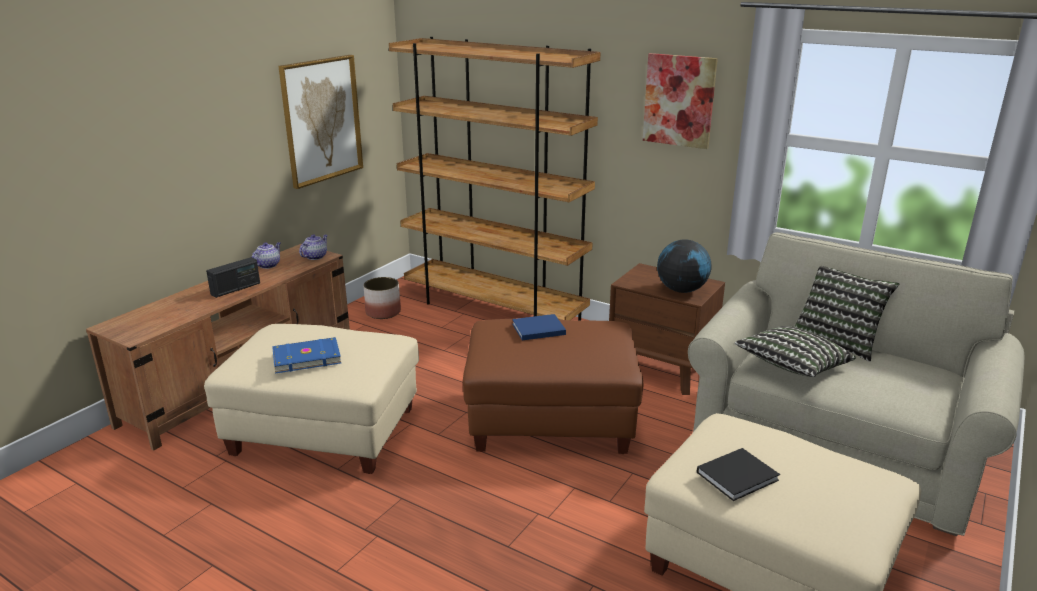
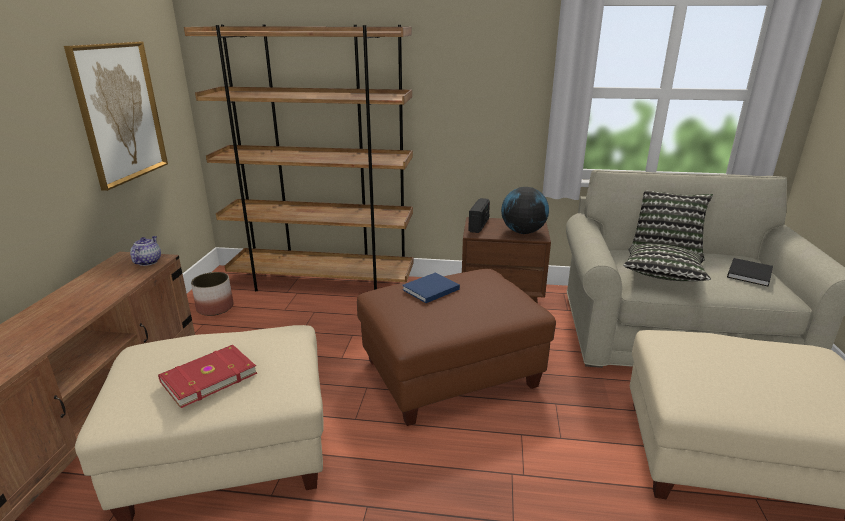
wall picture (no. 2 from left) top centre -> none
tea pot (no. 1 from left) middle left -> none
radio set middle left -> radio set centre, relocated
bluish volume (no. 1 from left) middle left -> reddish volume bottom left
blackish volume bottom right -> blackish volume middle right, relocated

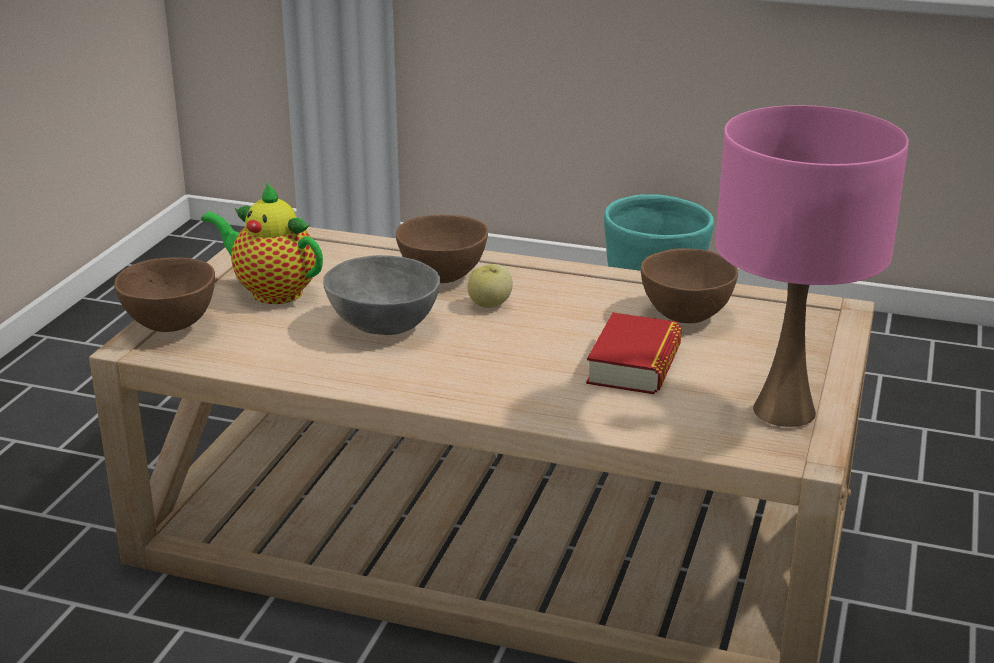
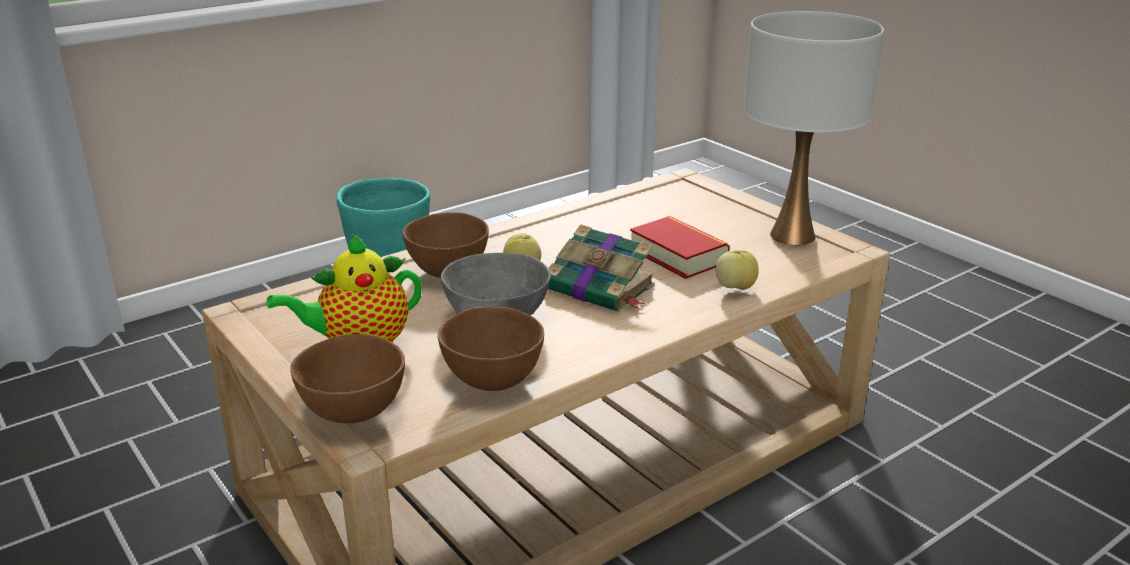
pinkish table lamp middle right -> white-coloured table lamp top right
brown-coloured bowl (no. 3 from left) middle right -> brown-coloured bowl (no. 3 from left) centre, relocated
none -> volume (no. 1 from left) centre
none -> whole apple (no. 2 from left) centre

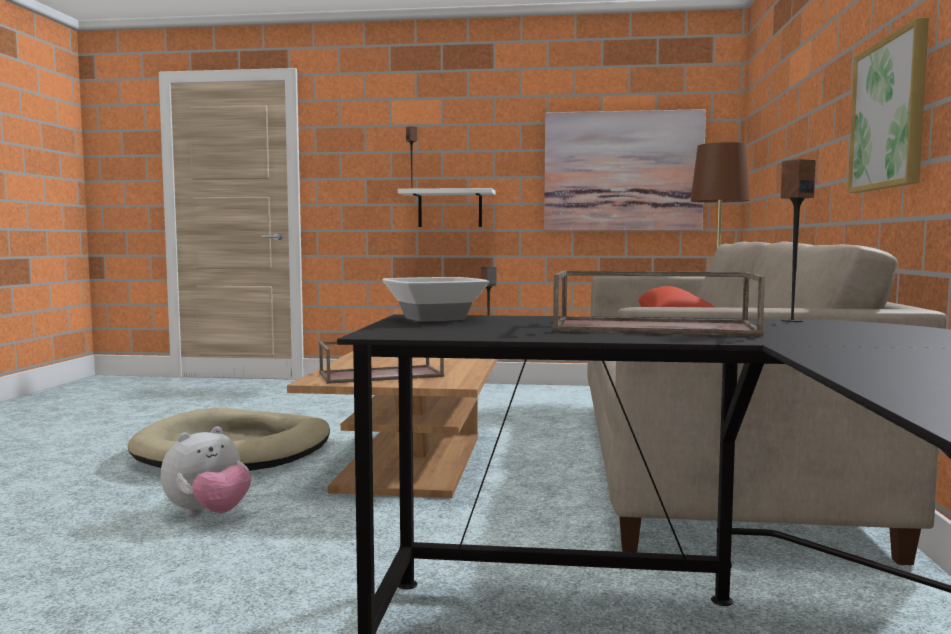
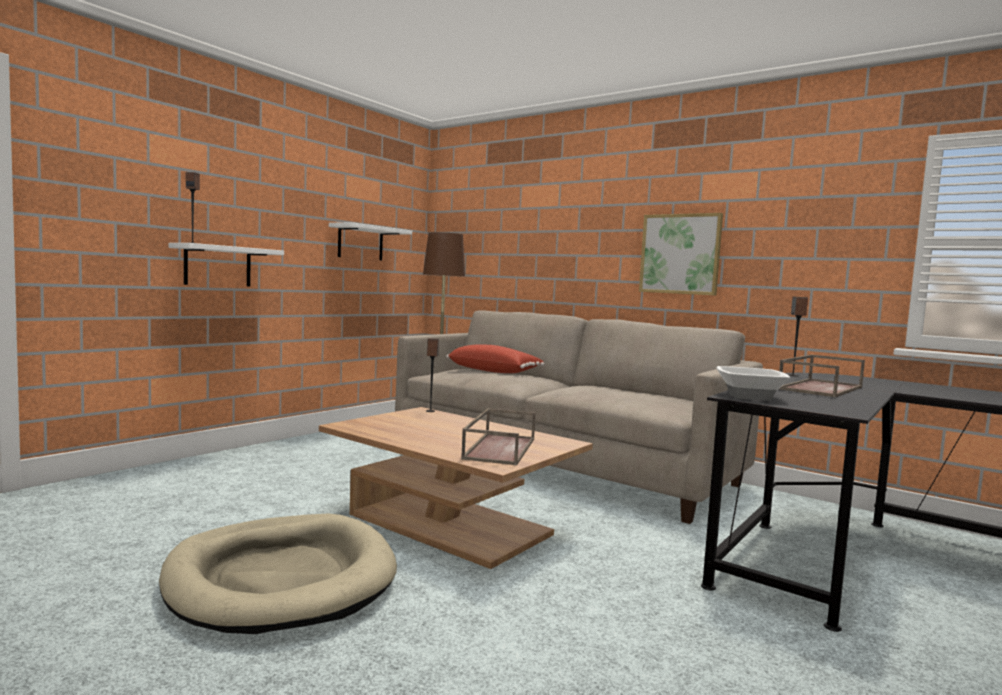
wall picture (no. 1 from left) top centre -> white-coloured wall shelf (no. 2 from left) centre
plush toy bottom left -> none

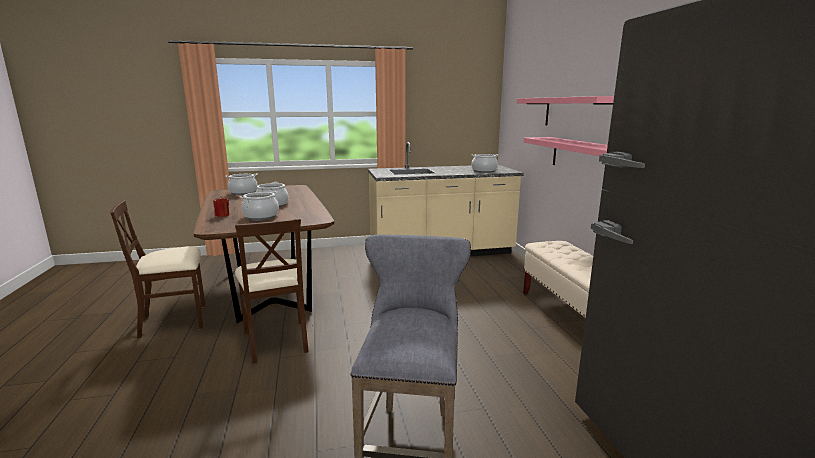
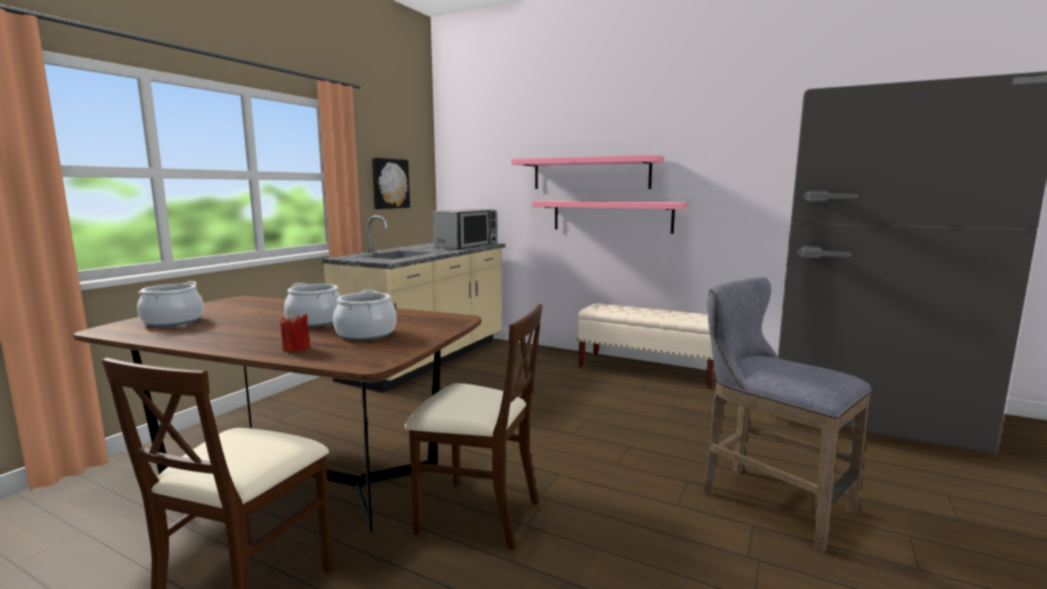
saucepot (no. 4 from left) centre -> microwave centre
none -> wall picture top centre

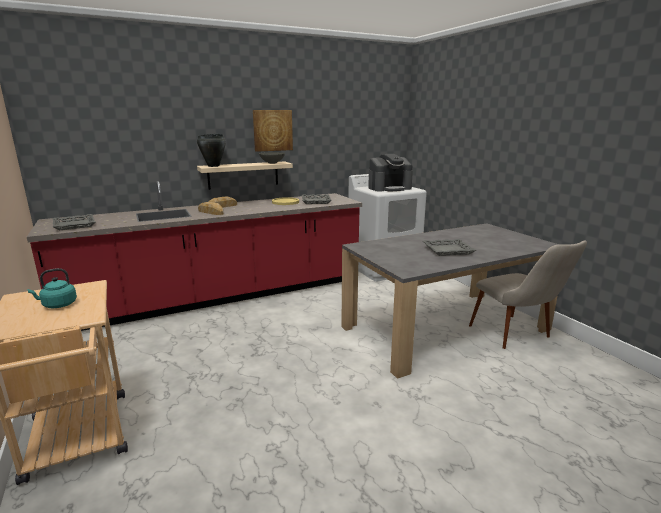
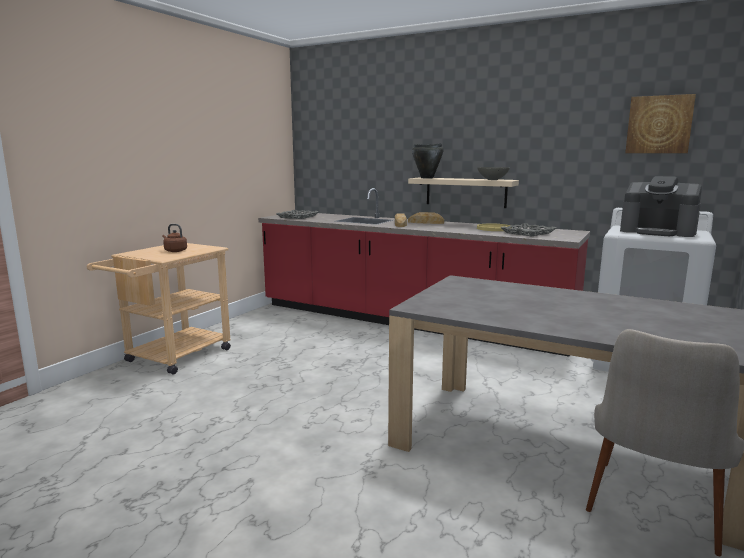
wall picture top centre -> wall picture top right, relocated
greyish tray (no. 3 from left) middle right -> none
turquoise-coloured water kettle middle left -> brown-coloured water kettle middle left

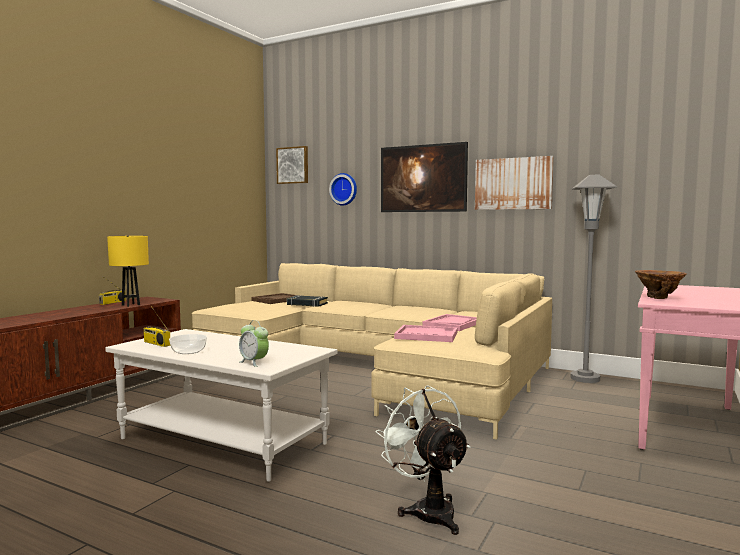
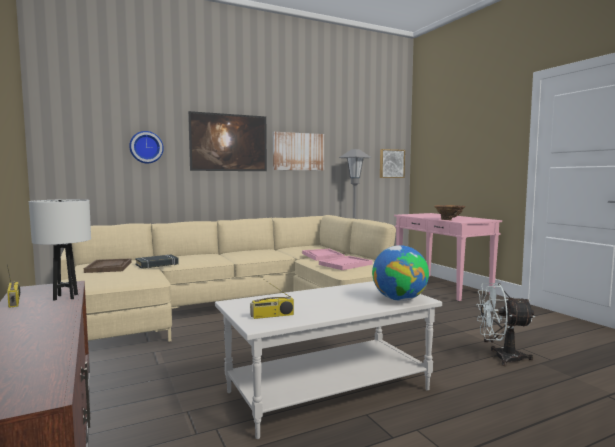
wall picture (no. 1 from left in the first image) top centre -> wall picture (no. 3 from left) centre, relocated
yellowish table lamp middle left -> white-coloured table lamp middle left
alarm clock centre -> desk globe centre
bowl middle left -> none

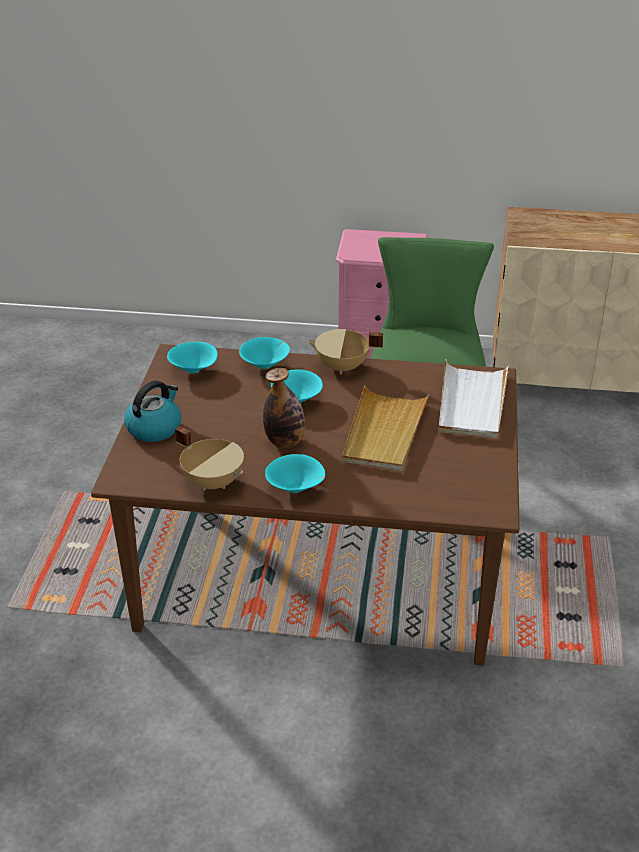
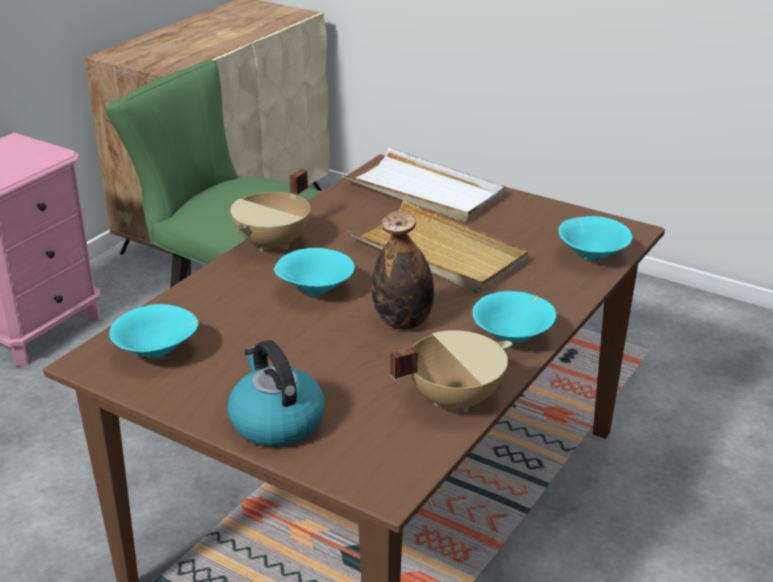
turquoise-coloured bowl (no. 2 from left in the first image) centre -> turquoise-coloured bowl (no. 4 from left) middle right, relocated

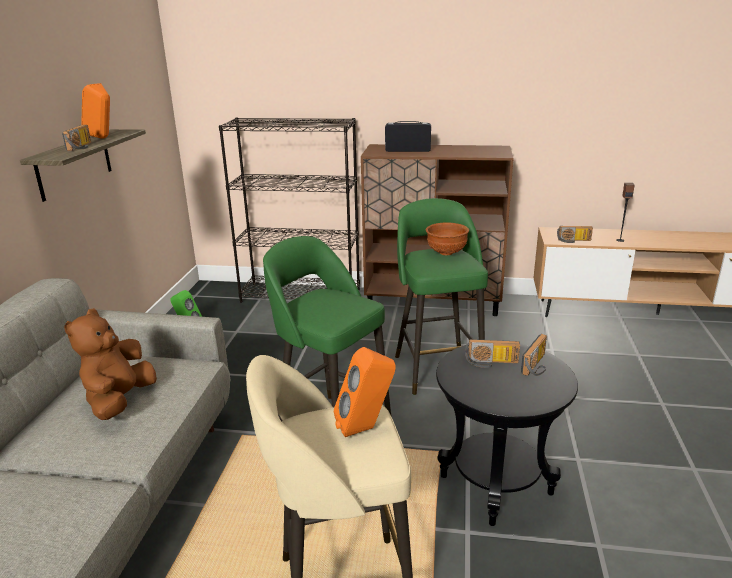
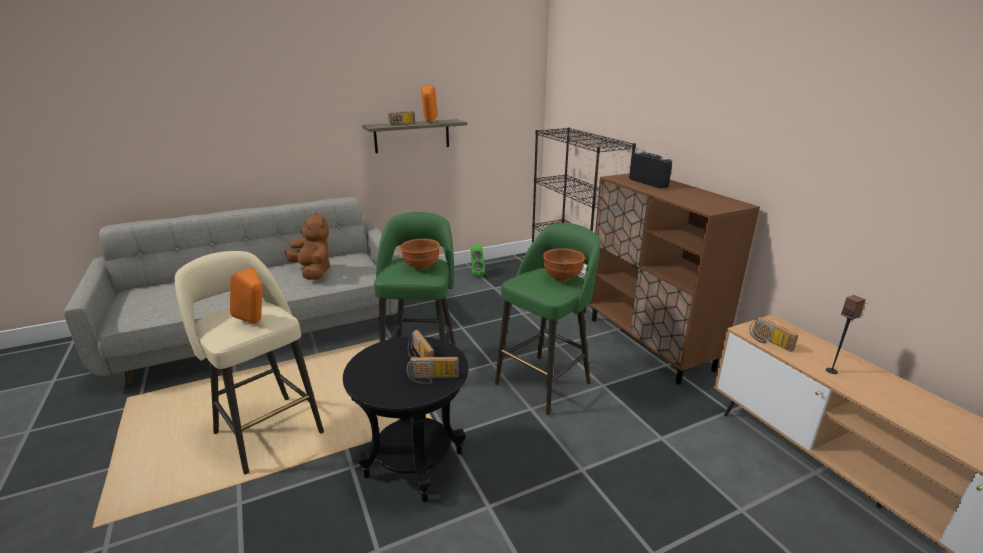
brown-coloured plush toy middle left, 75 degrees clockwise
none -> brown-coloured bowl (no. 1 from left) centre

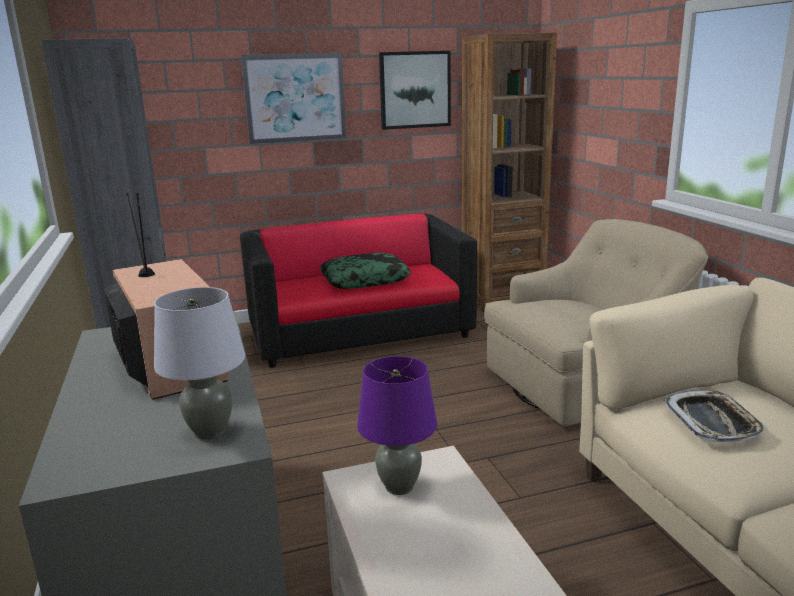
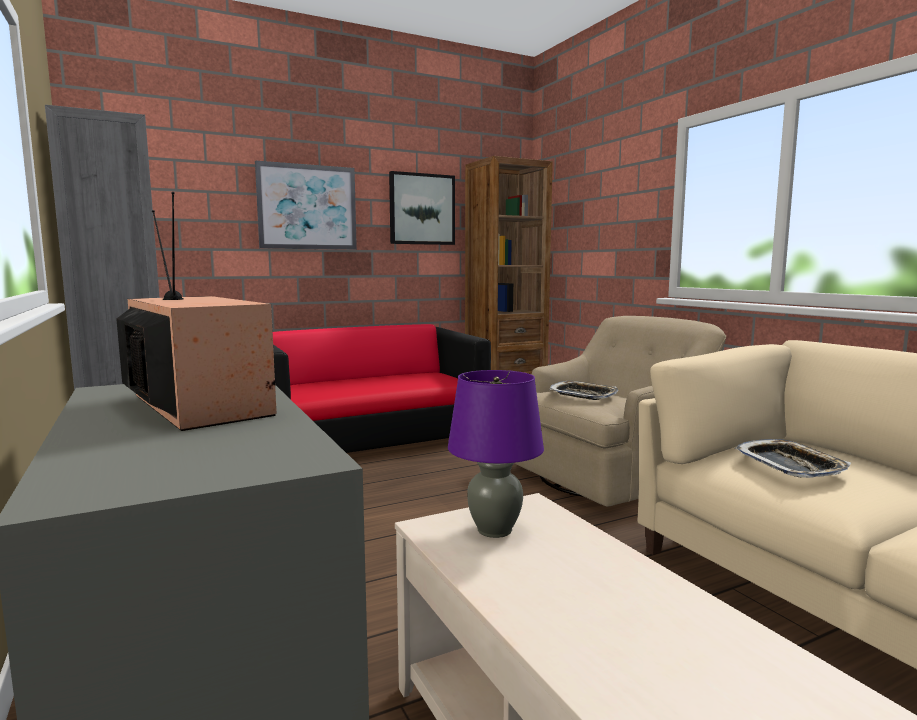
pillow centre -> none
greyish table lamp middle left -> none
none -> tray (no. 1 from left) centre

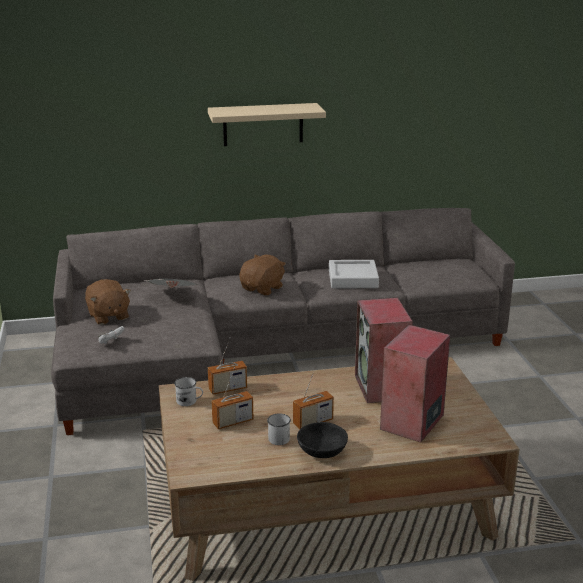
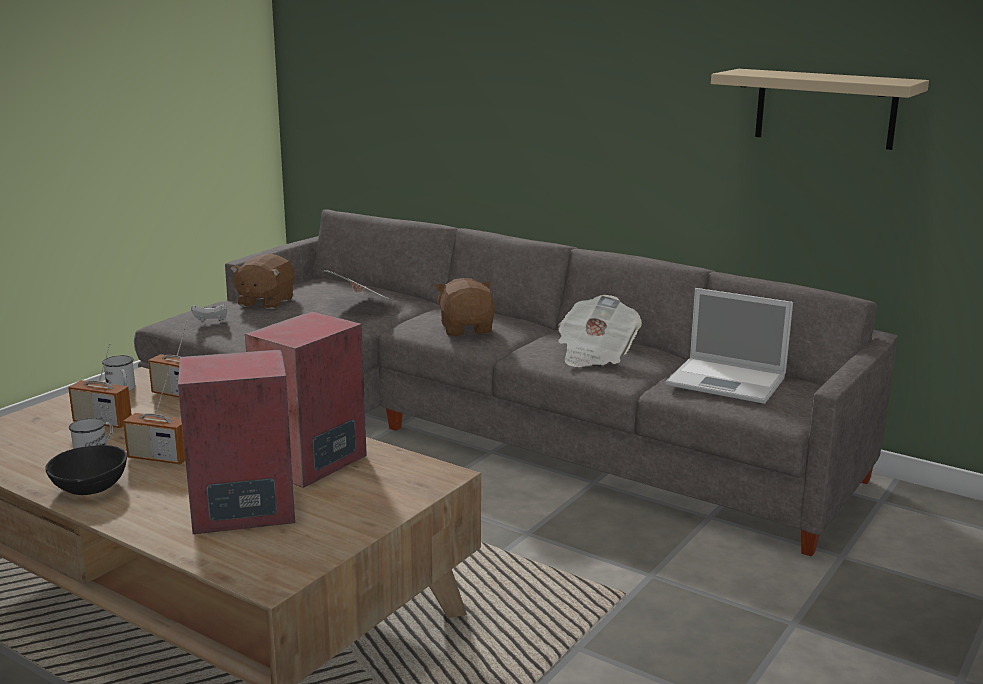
beige-coloured wall shelf top centre -> beige-coloured wall shelf top right, relocated
brown-coloured plush toy (no. 2 from left) centre, 90 degrees counterclockwise
greyish tray centre -> newspaper (no. 2 from left) centre
none -> portable computer middle right

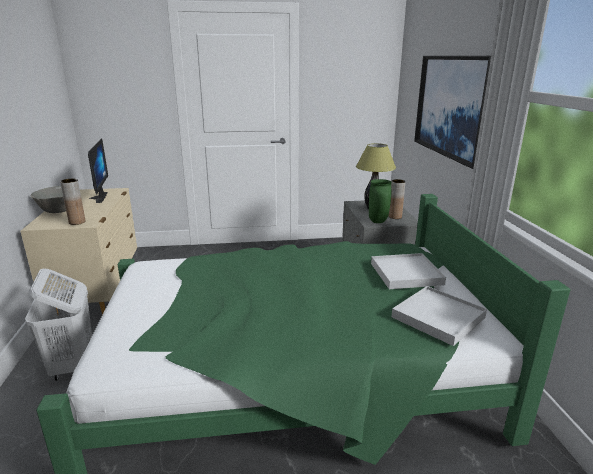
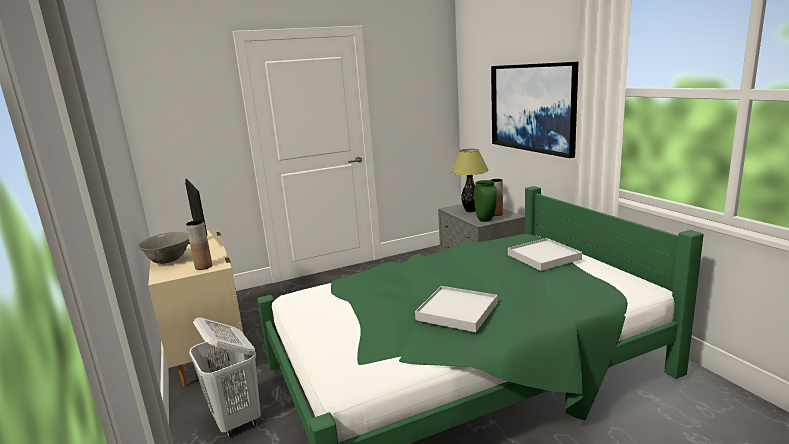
white-coloured tray (no. 2 from left in the first image) bottom right -> white-coloured tray (no. 1 from left) bottom centre, relocated

